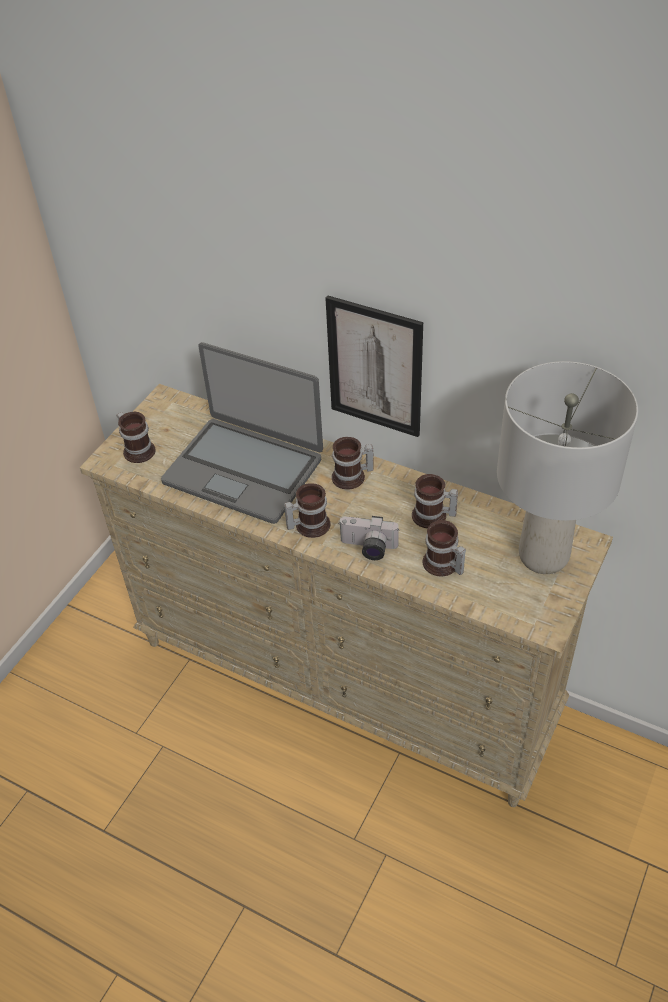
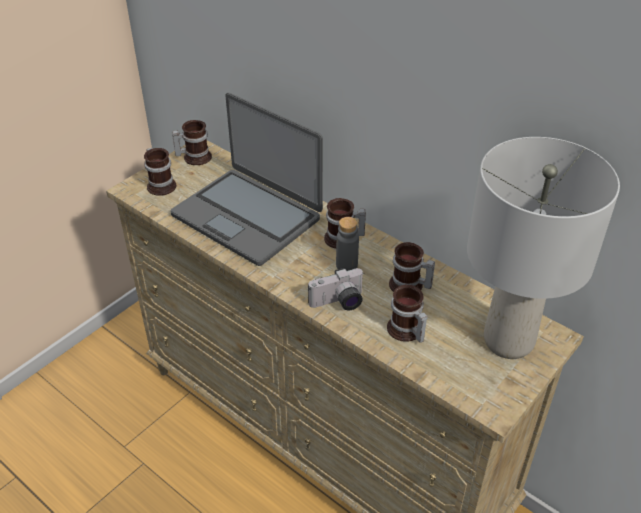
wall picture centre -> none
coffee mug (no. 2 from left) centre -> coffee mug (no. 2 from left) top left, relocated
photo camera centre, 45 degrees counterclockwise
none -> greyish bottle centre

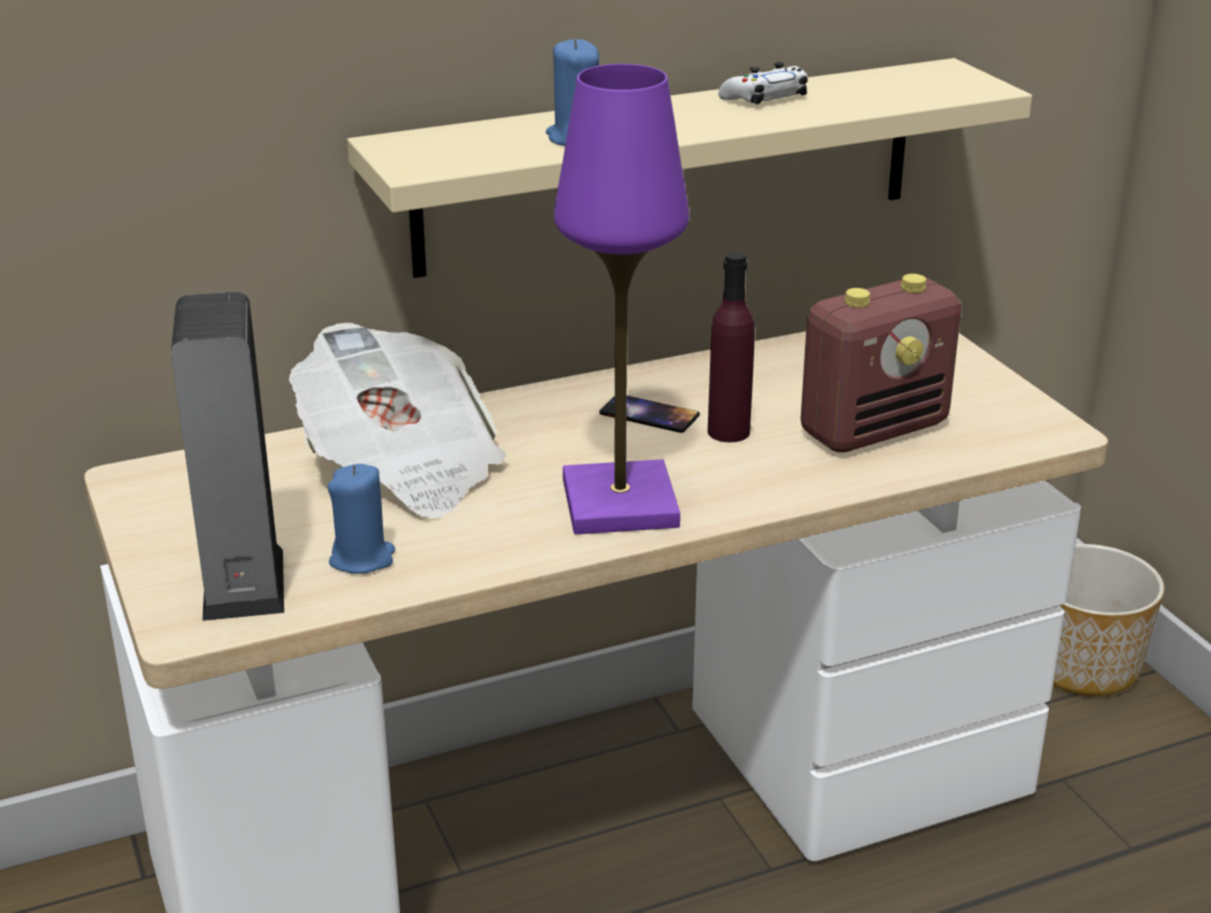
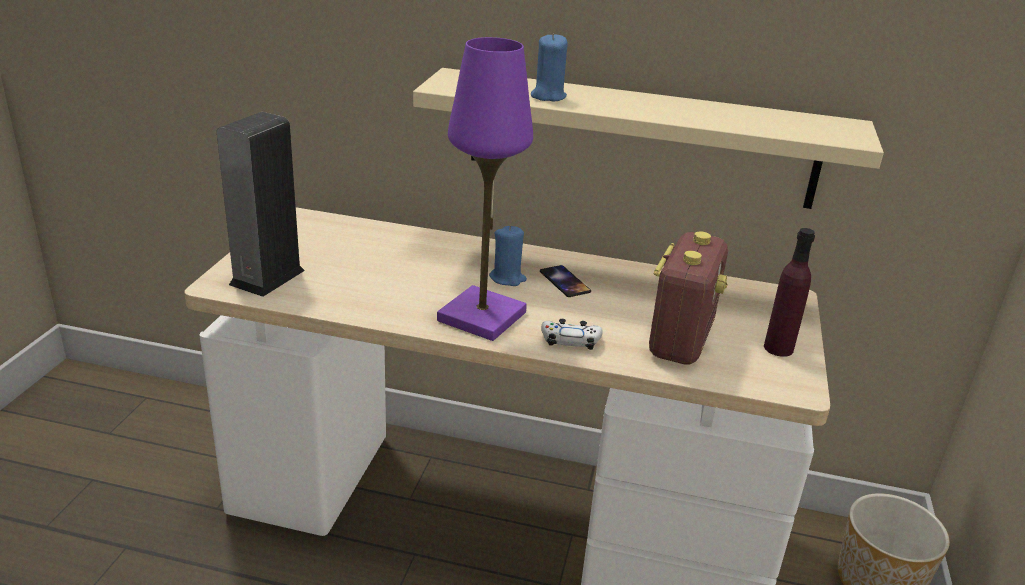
white-coloured gamepad top centre -> white-coloured gamepad centre, relocated
purple-coloured bottle centre -> purple-coloured bottle middle right, relocated
radio set middle right, 75 degrees counterclockwise
newspaper middle left -> none
bluish wax light (no. 1 from left) middle left -> bluish wax light (no. 1 from left) centre, relocated

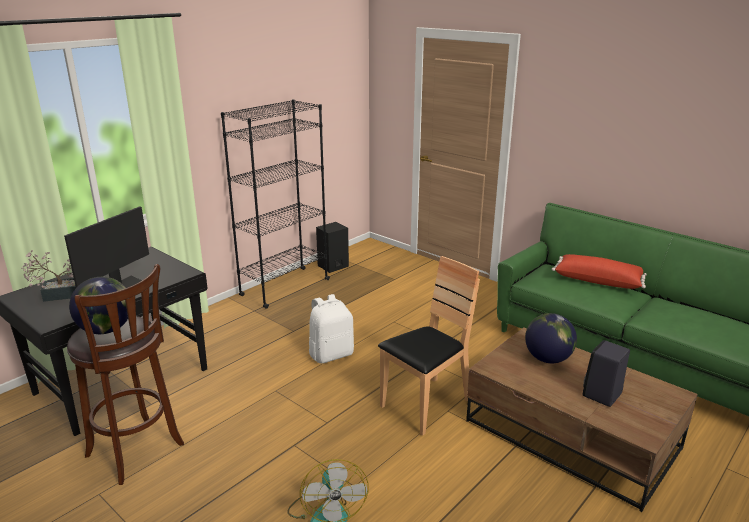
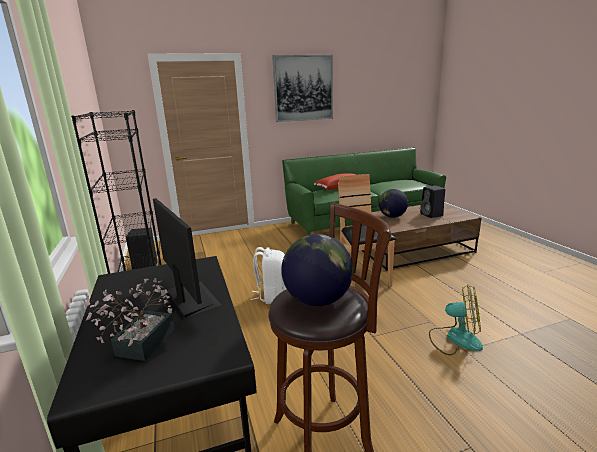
none -> wall picture top centre

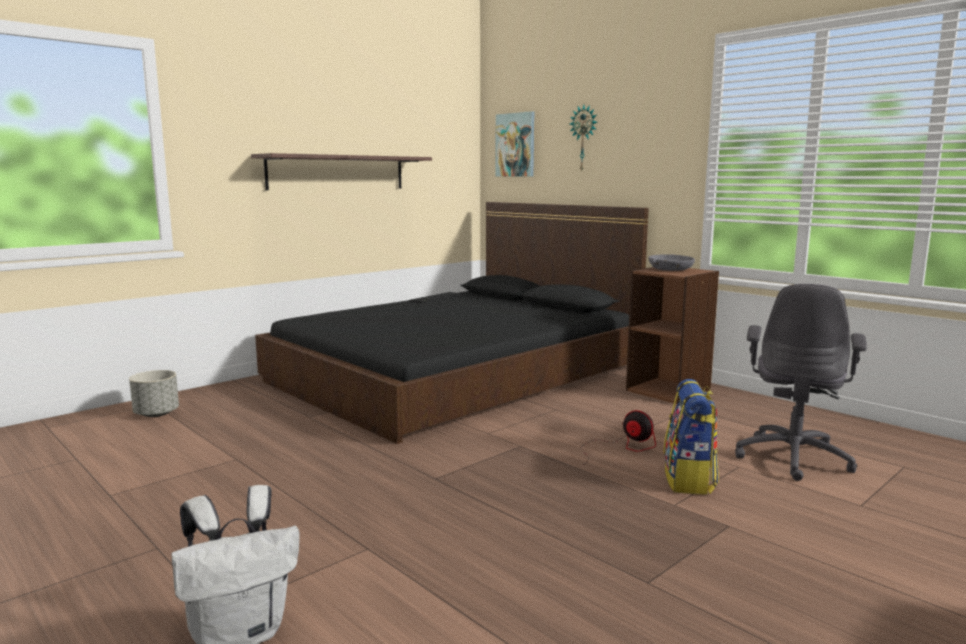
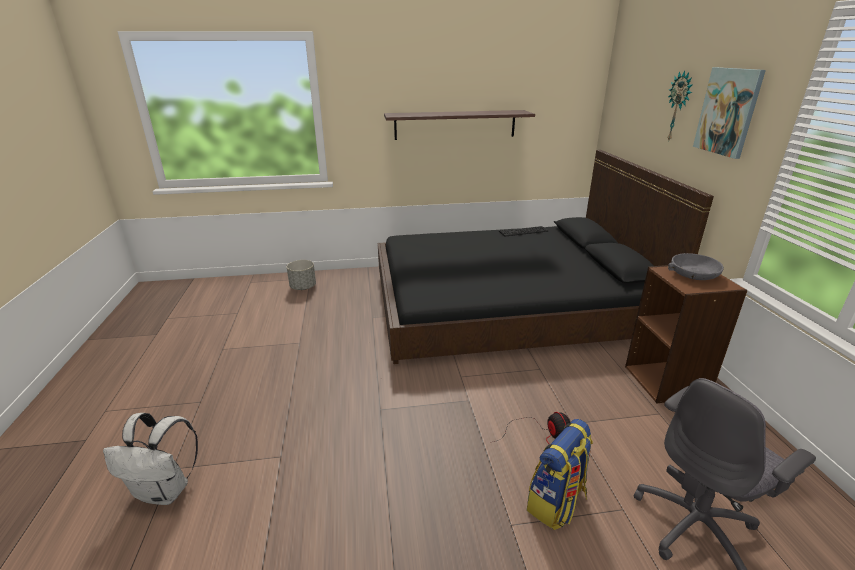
wall picture top centre -> wall picture top right, relocated

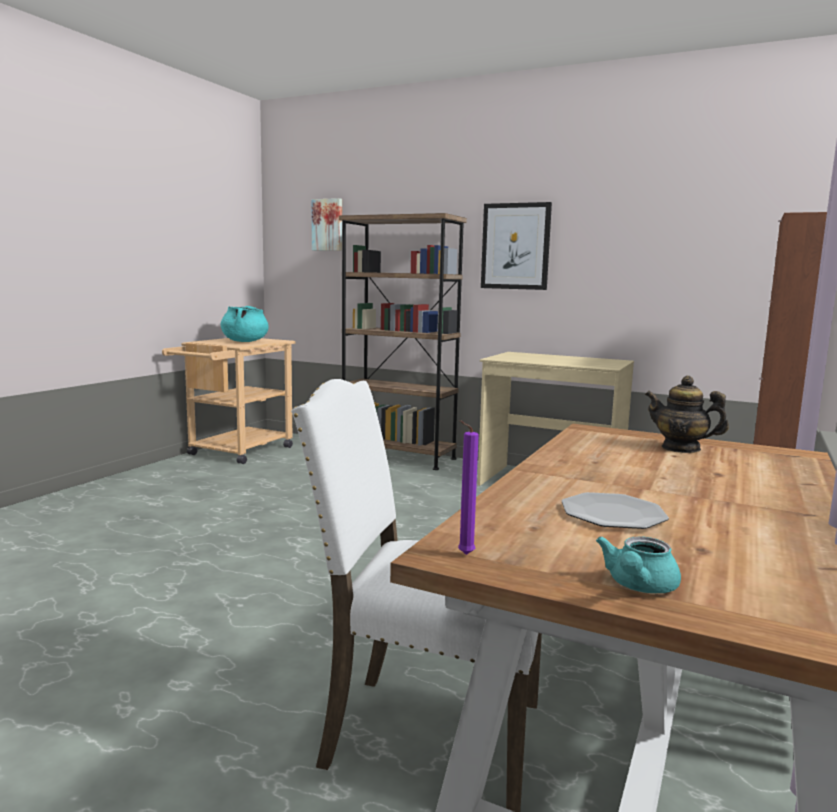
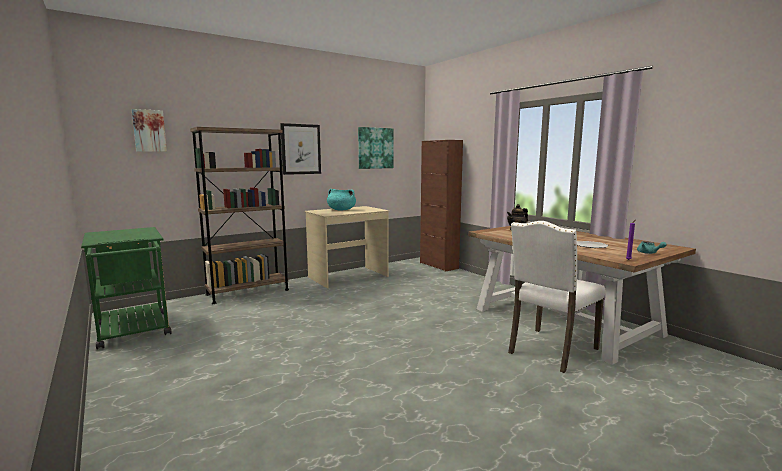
turquoise-coloured saucepot middle left -> turquoise-coloured saucepot centre, relocated
beige-coloured cart middle left -> green-coloured cart middle left
none -> wall picture (no. 3 from left) top centre

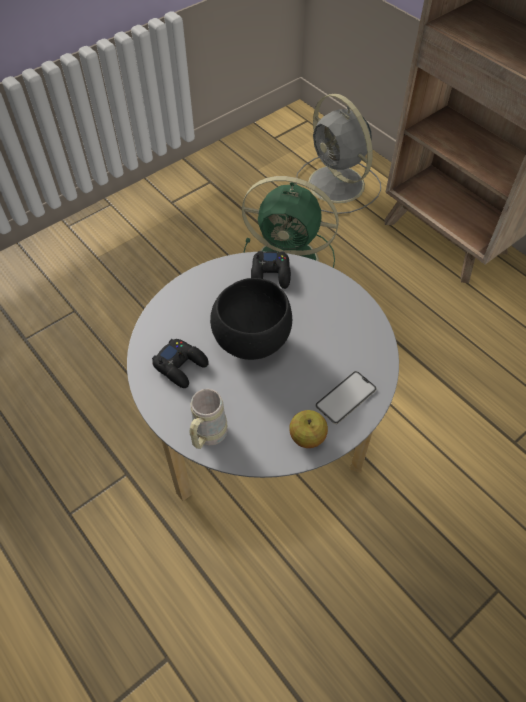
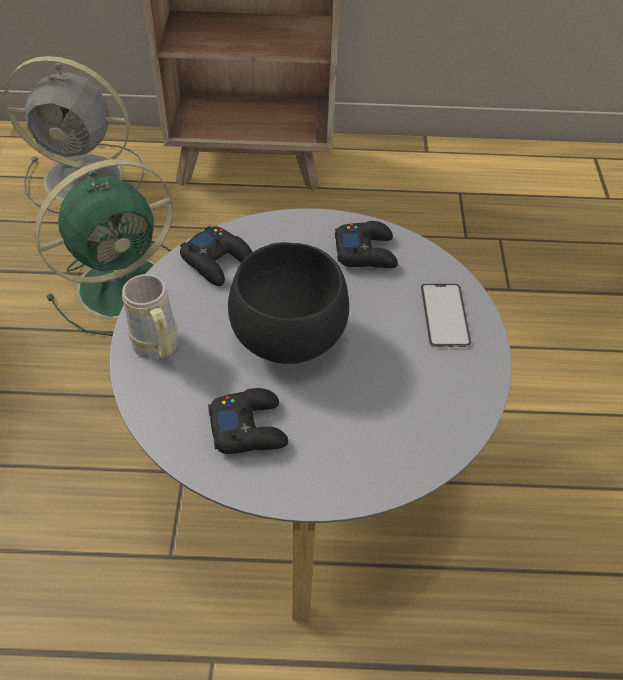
beige-coloured coffee mug centre -> beige-coloured coffee mug middle left, relocated
whole apple centre -> none
none -> blackish gamepad (no. 3 from left) centre

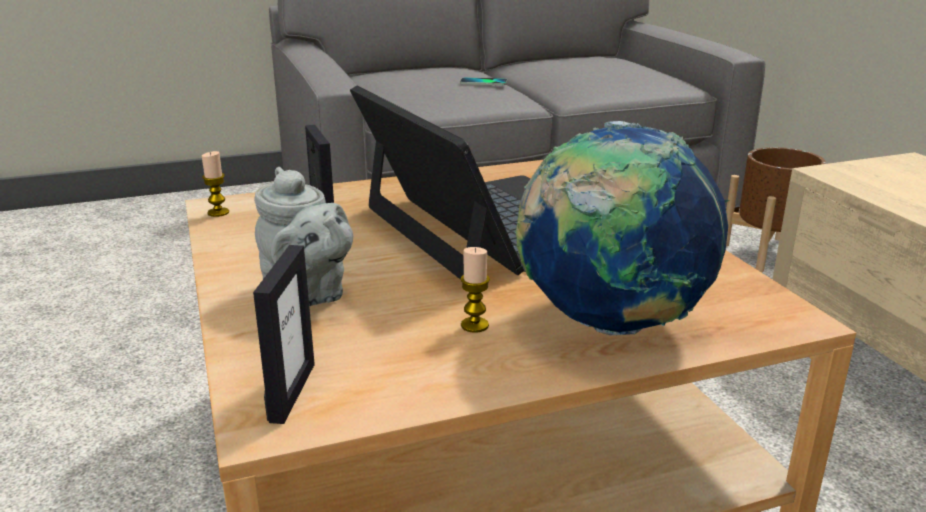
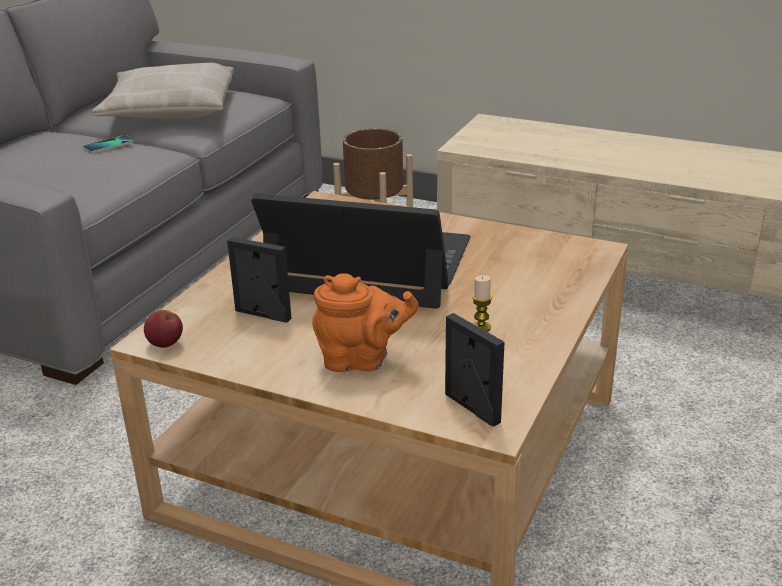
desk globe middle right -> none
wax light (no. 1 from left) middle left -> whole apple middle left
greyish tea pot middle left -> orange tea pot centre
none -> beige-coloured pillow top left

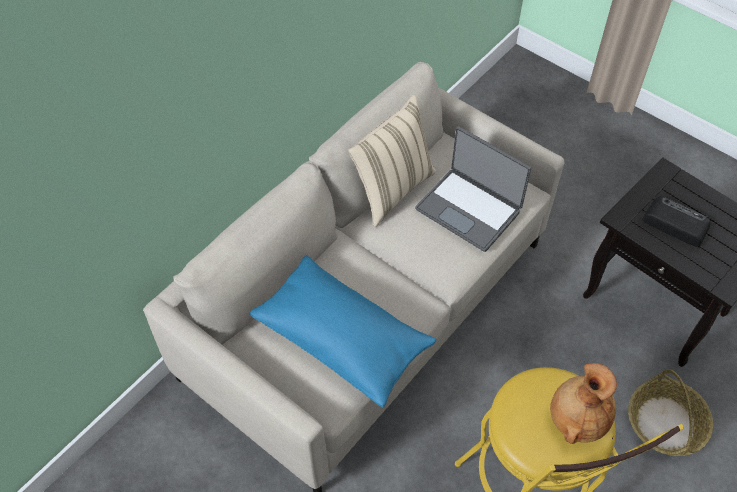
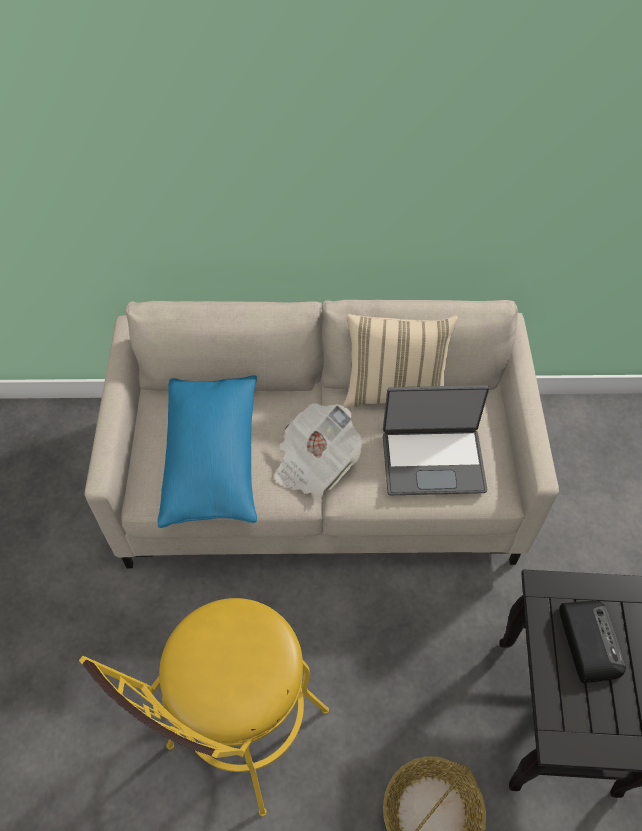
portable computer centre -> portable computer middle right, 90 degrees counterclockwise
brown-coloured vase bottom right -> none
none -> newspaper centre

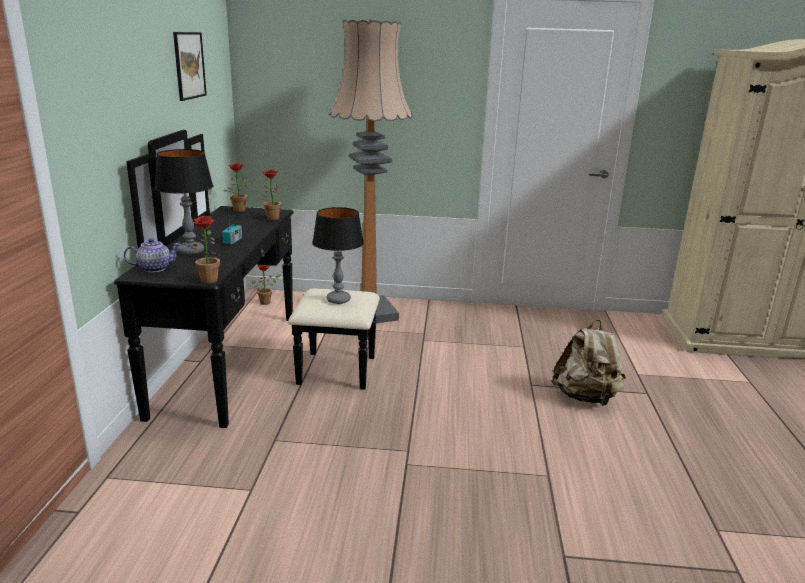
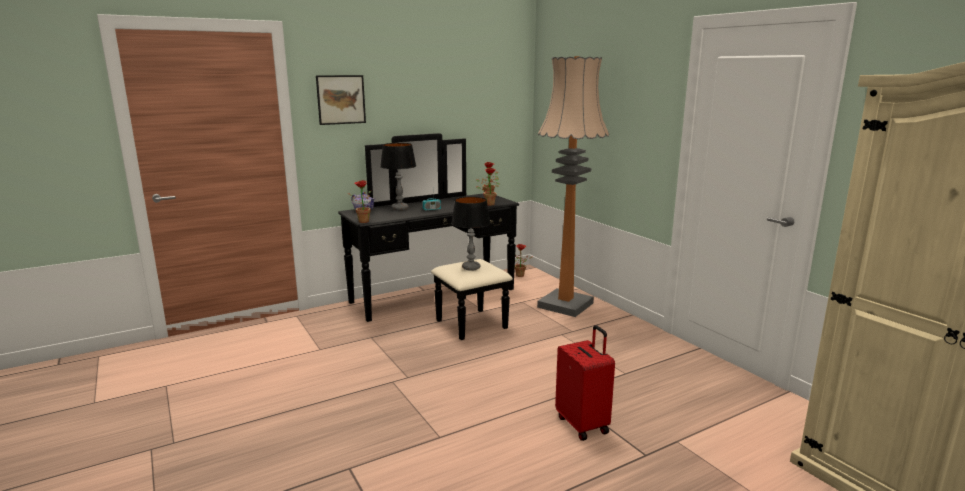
wall picture top left -> wall picture top centre, relocated
beige-coloured knapsack middle right -> reddish piece of luggage bottom centre

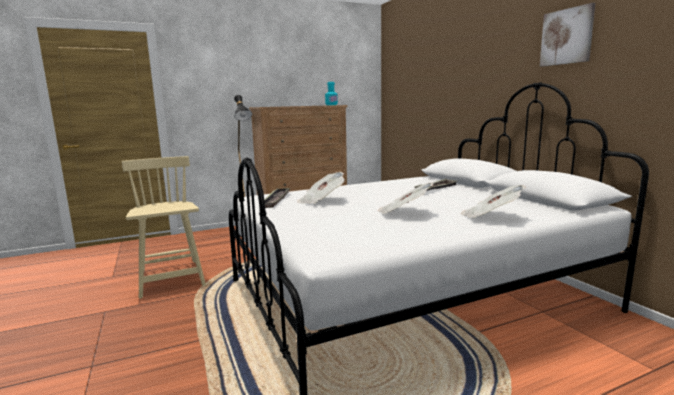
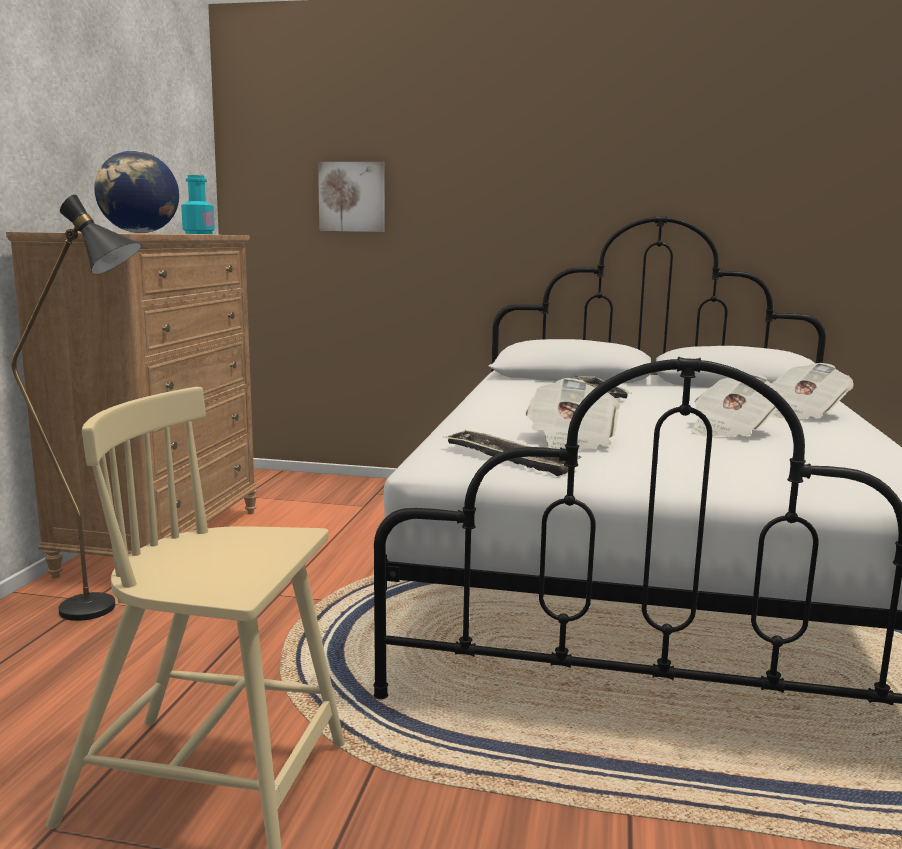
wall picture top right -> wall picture top centre, relocated
none -> desk globe top left

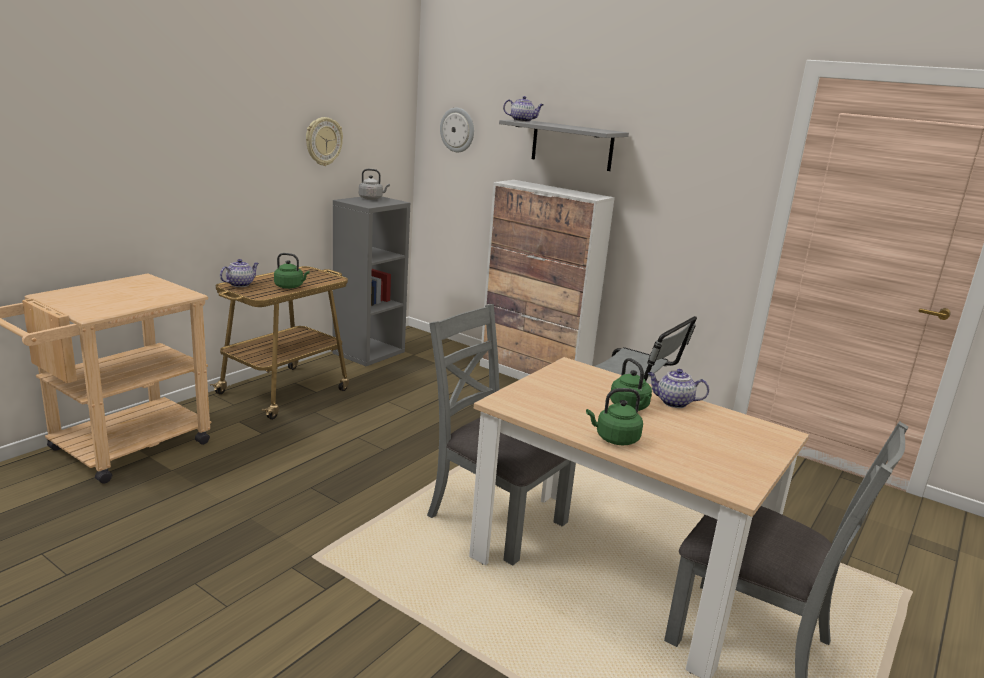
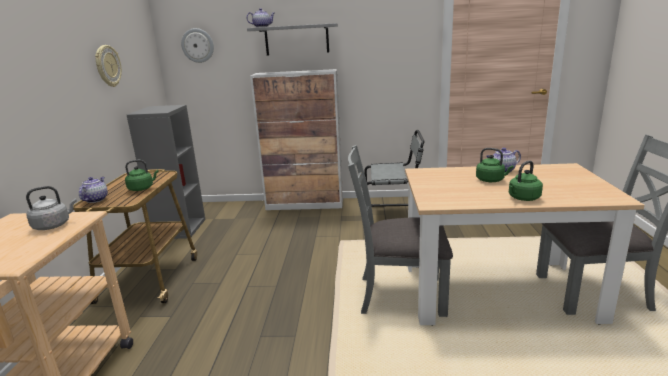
greyish water kettle top centre -> greyish water kettle middle left, relocated

